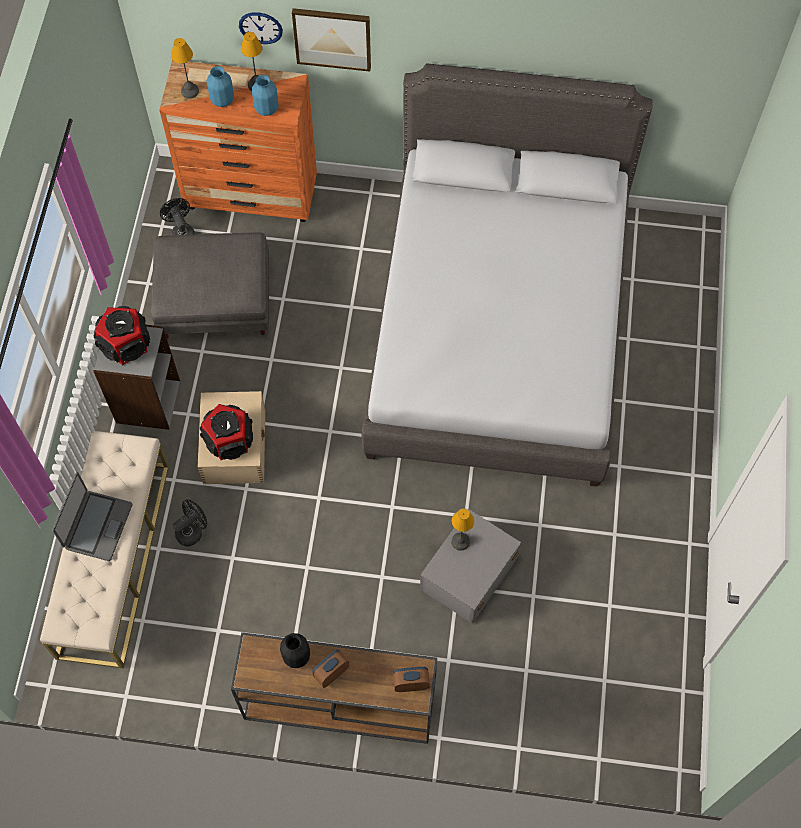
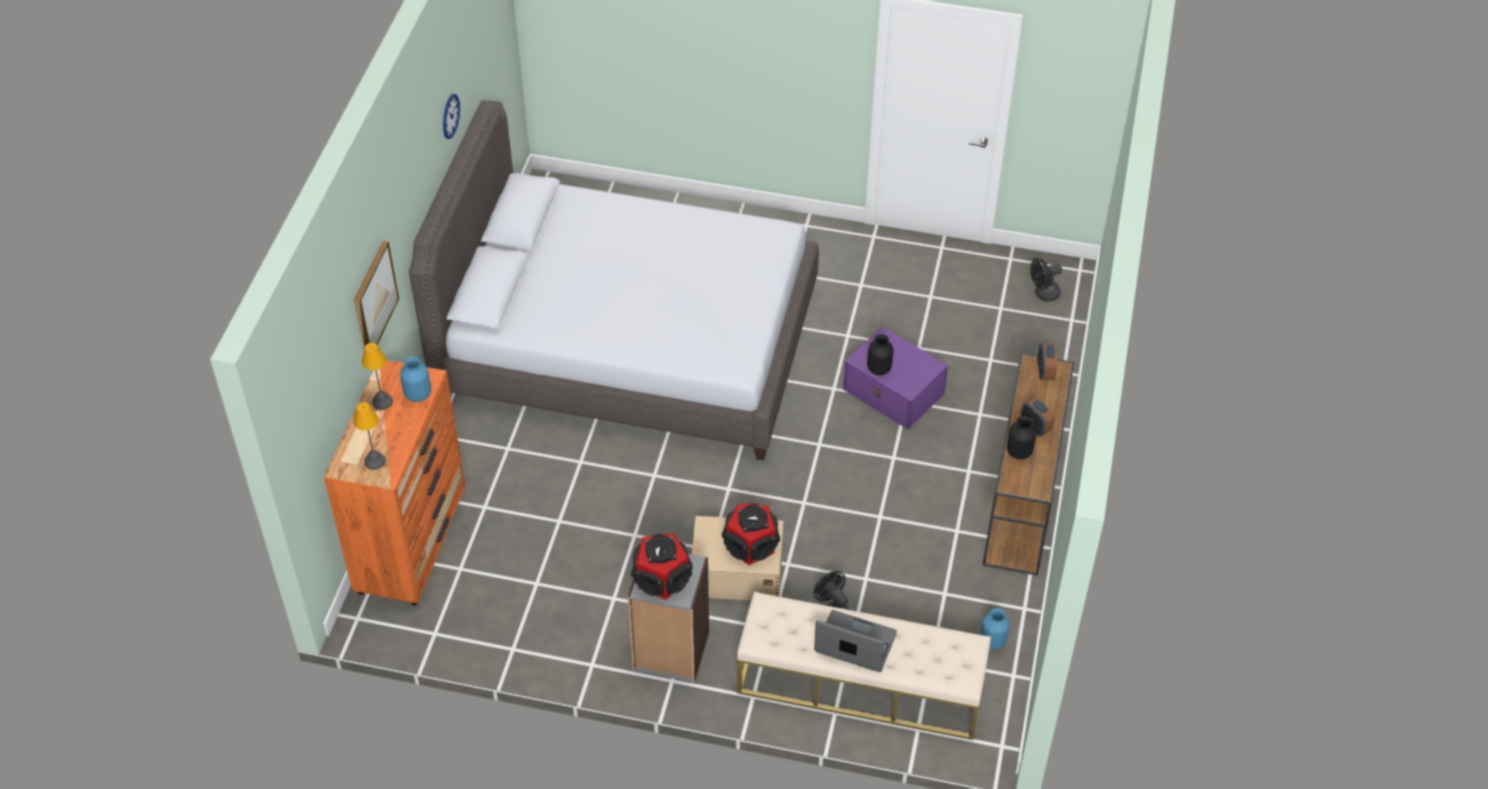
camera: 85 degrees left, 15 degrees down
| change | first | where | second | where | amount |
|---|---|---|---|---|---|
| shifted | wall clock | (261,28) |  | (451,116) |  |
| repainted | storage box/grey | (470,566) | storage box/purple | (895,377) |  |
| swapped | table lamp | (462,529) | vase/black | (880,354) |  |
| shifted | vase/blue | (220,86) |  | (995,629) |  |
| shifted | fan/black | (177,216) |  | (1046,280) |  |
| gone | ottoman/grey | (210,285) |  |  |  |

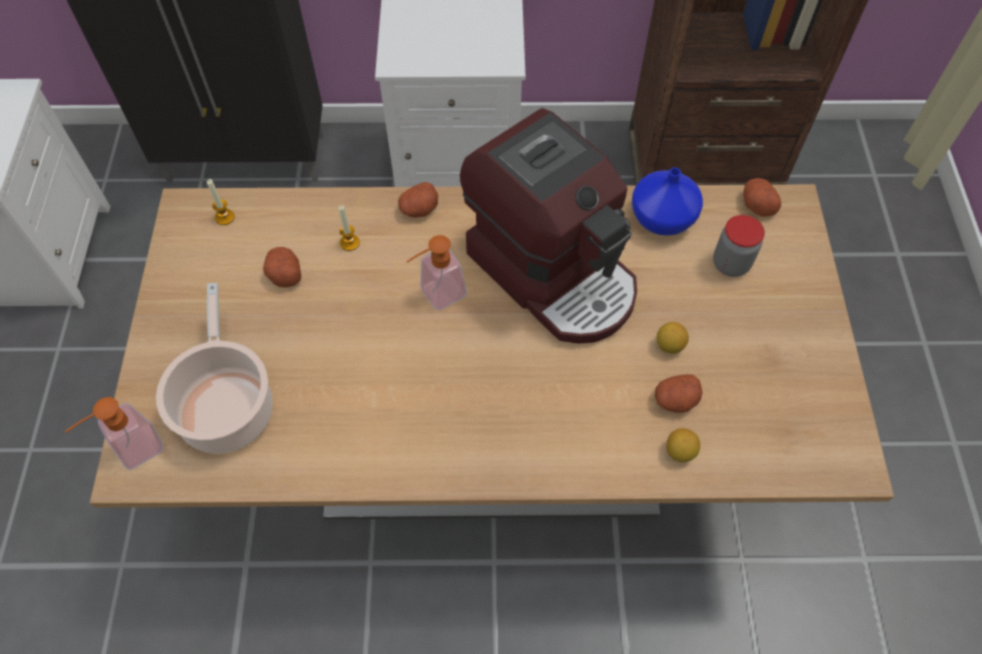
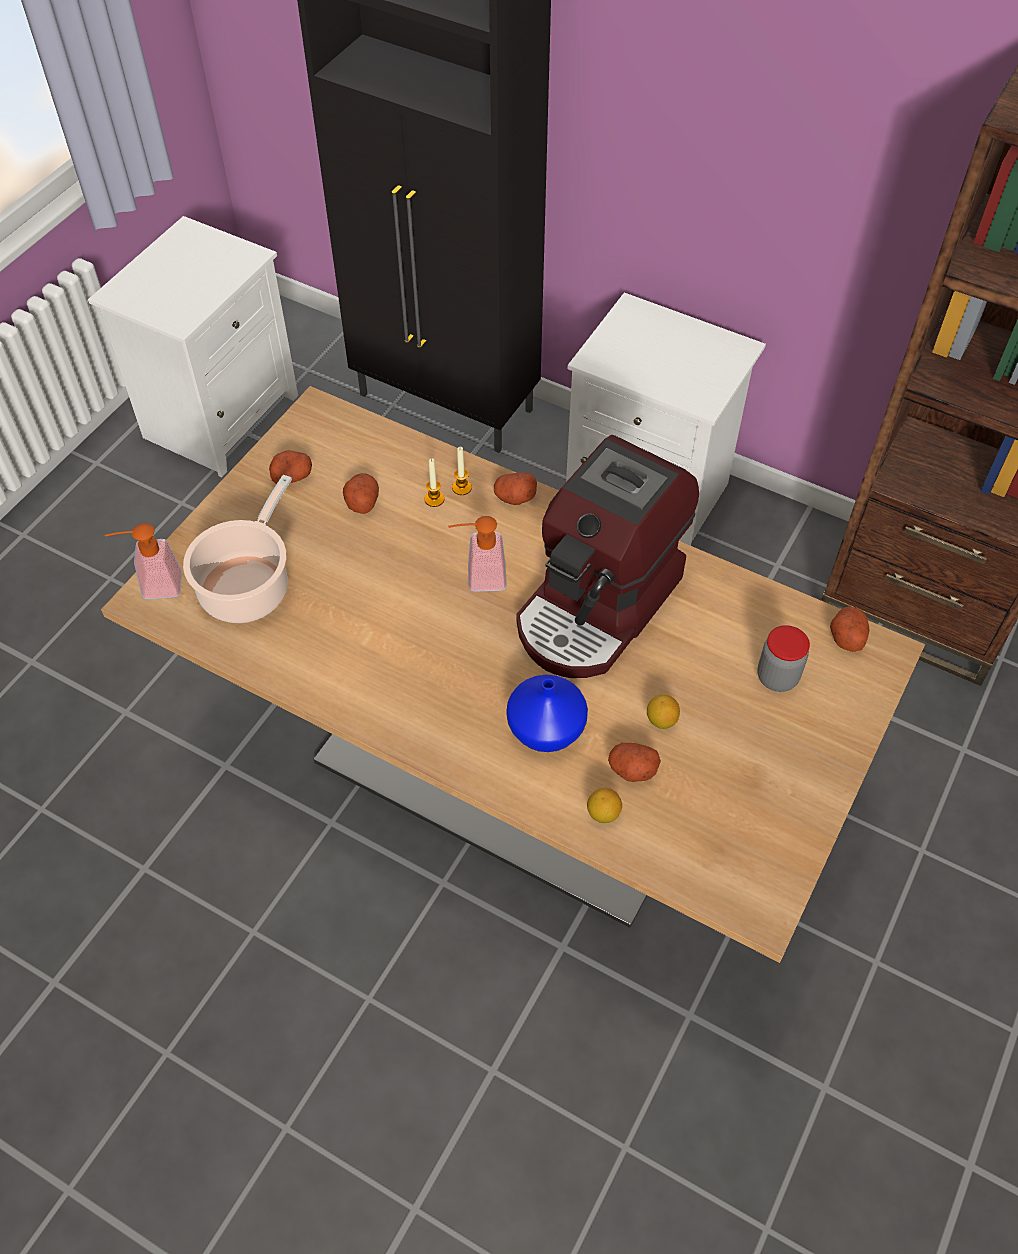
camera: 30 degrees right, 5 degrees down
| change | first | where | second | where | amount |
|---|---|---|---|---|---|
| new |  |  | potato | (290,467) |  |
| shifted | candle | (221,202) |  | (462,471) |  |
| shifted | vase/blue | (667,202) |  | (547,713) |  |
| rotated | coffee machine | (548,226) |  | (607,556) | 45 degrees clockwise |

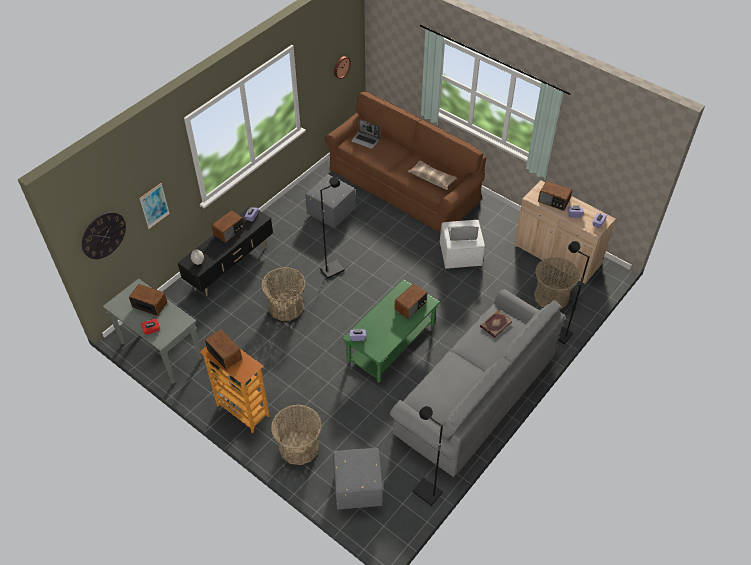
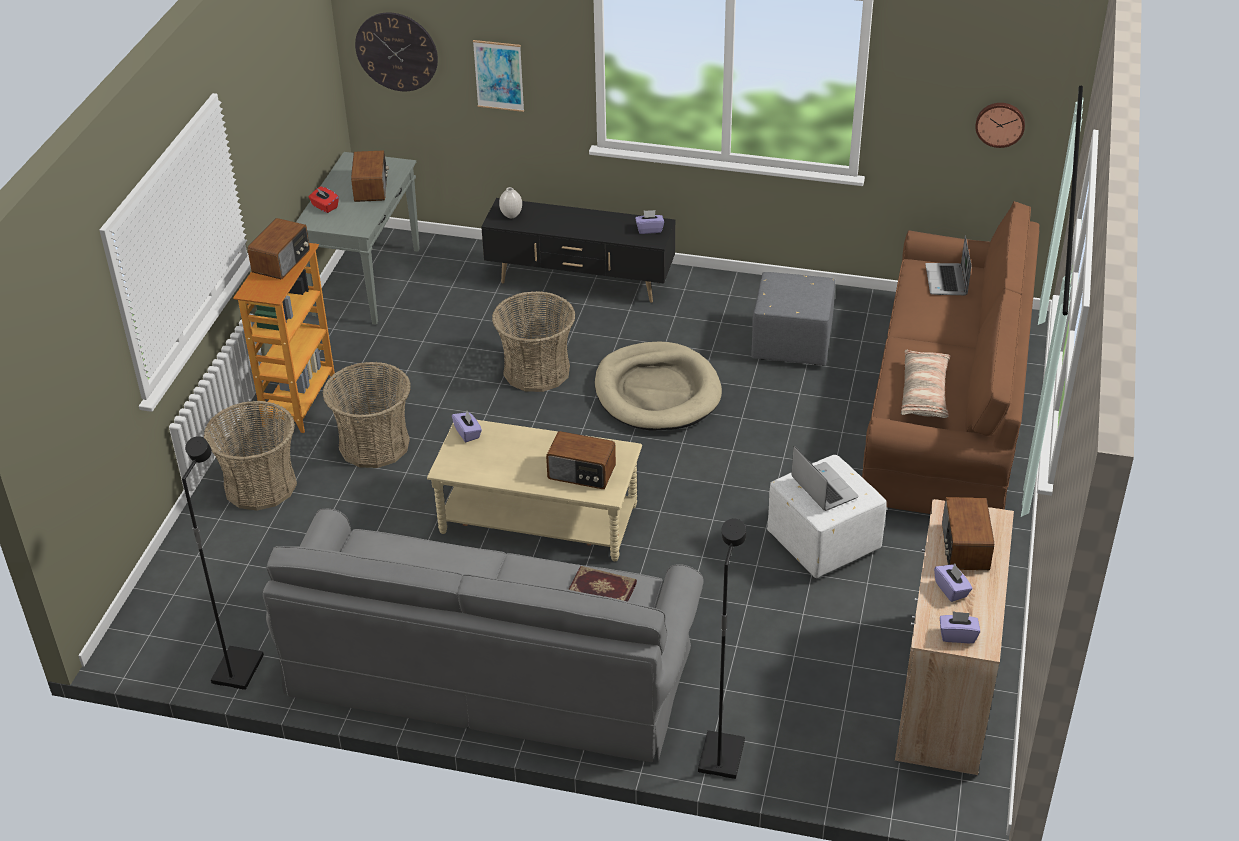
camera: 65 degrees right, 10 degrees down
| change | first | where | second | where | amount |
|---|---|---|---|---|---|
| shifted | basket | (557,283) |  | (367,415) |  |
| repainted | coffee table/green | (391,331) | coffee table/beige | (534,490) |  |
| swapped | floor lamp/black | (332,228) | dog bed/beige | (658,385) |  |
| gone | radio | (228,226) |  |  |  |
| gone | ottoman/grey | (358,479) |  |  |  |

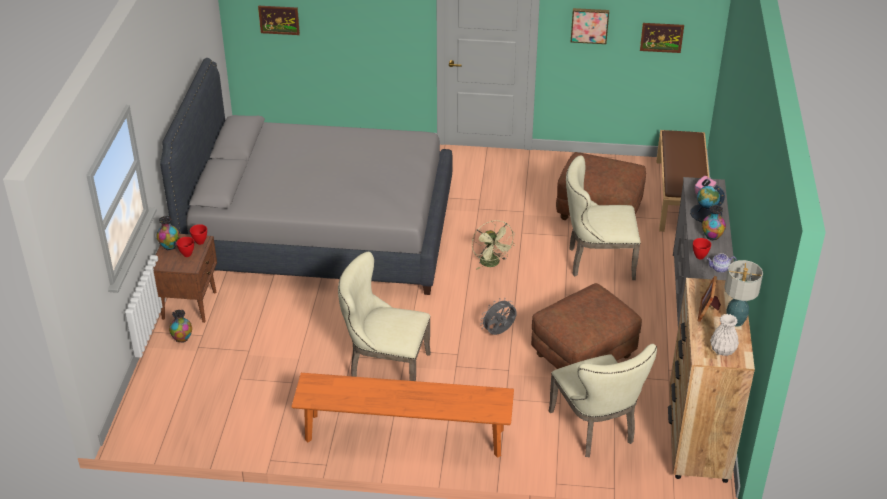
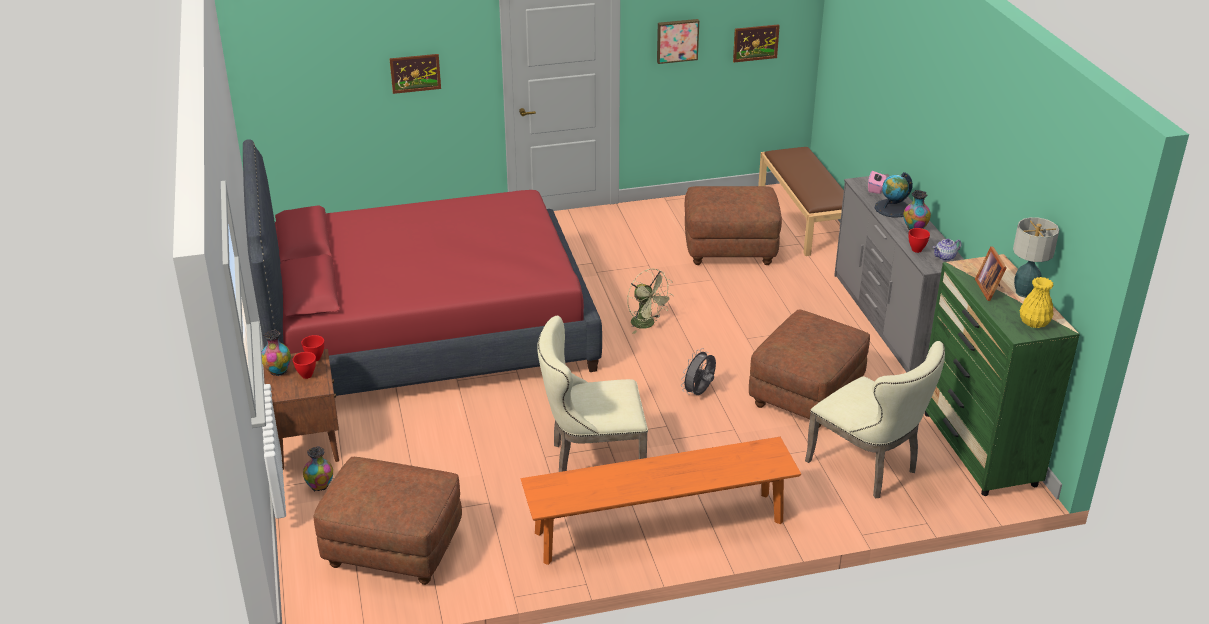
camera: 20 degrees left, 5 degrees down
| change | first | where | second | where | amount |
|---|---|---|---|---|---|
| repainted | bed/grey | (306,176) | bed/red | (422,267) |  |
| new |  |  | ottoman/brown | (388,521) |  |
| shifted | picture | (279,20) |  | (415,74) |  |
| repainted | dresser/brown | (711,380) | dresser/green | (1002,375) |  |
| repainted | vase/white | (724,335) | vase/yellow | (1037,302) |  |
| gone | chair/beige | (603,217) |  |  |  |

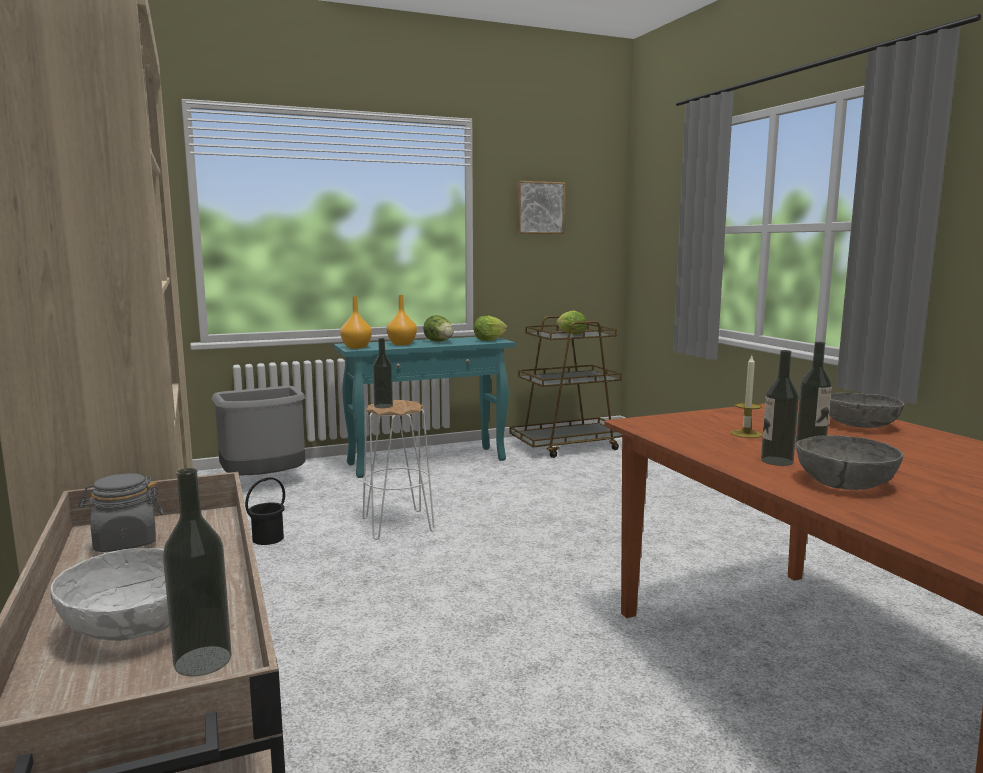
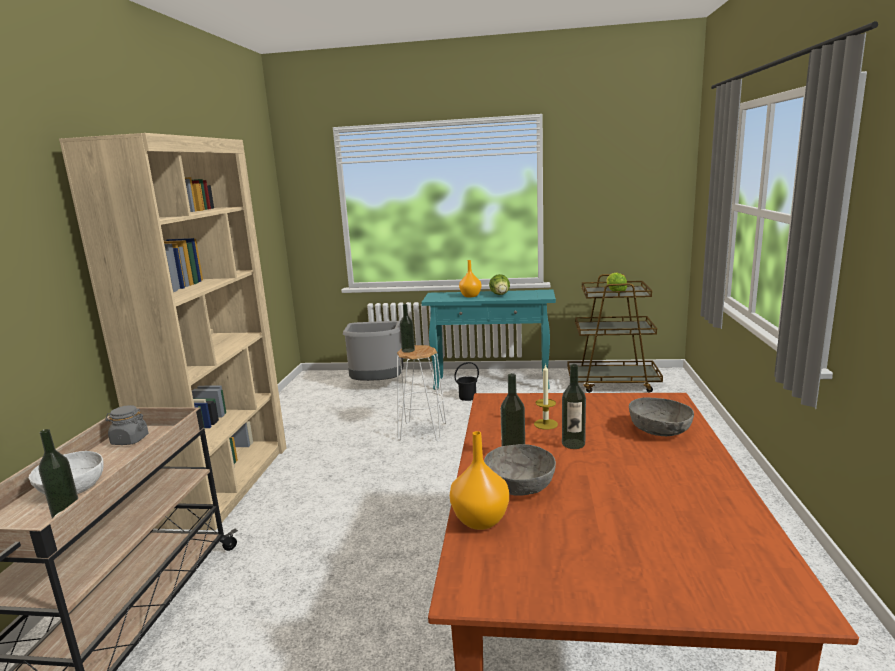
camera: 30 degrees right, 5 degrees up
| change | first | where | second | where | amount |
|---|---|---|---|---|---|
| shifted | vase/orange | (356,323) |  | (479,480) |  |
| shifted | bucket/black | (265,511) |  | (466,381) |  |
| gone | lettuce | (490,328) |  |  |  |
| gone | picture | (540,207) |  |  |  |

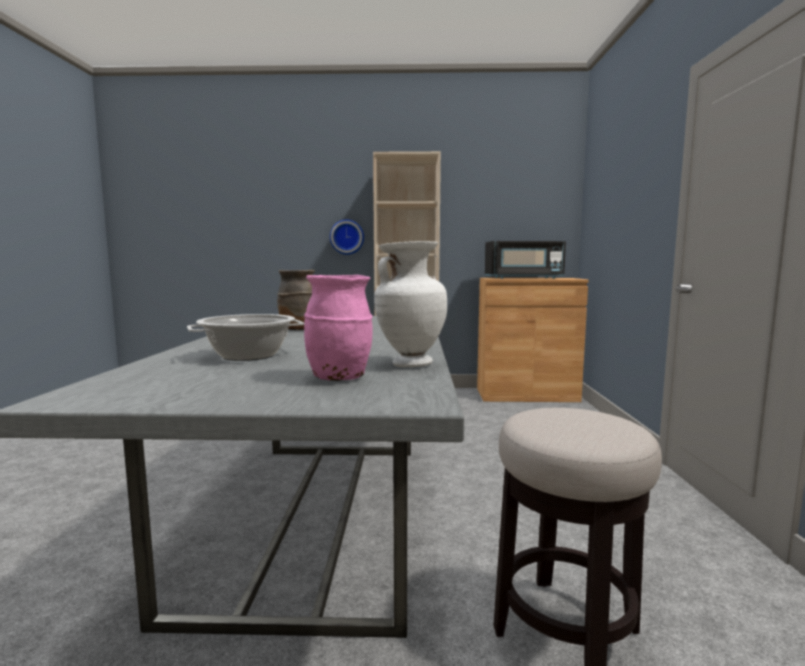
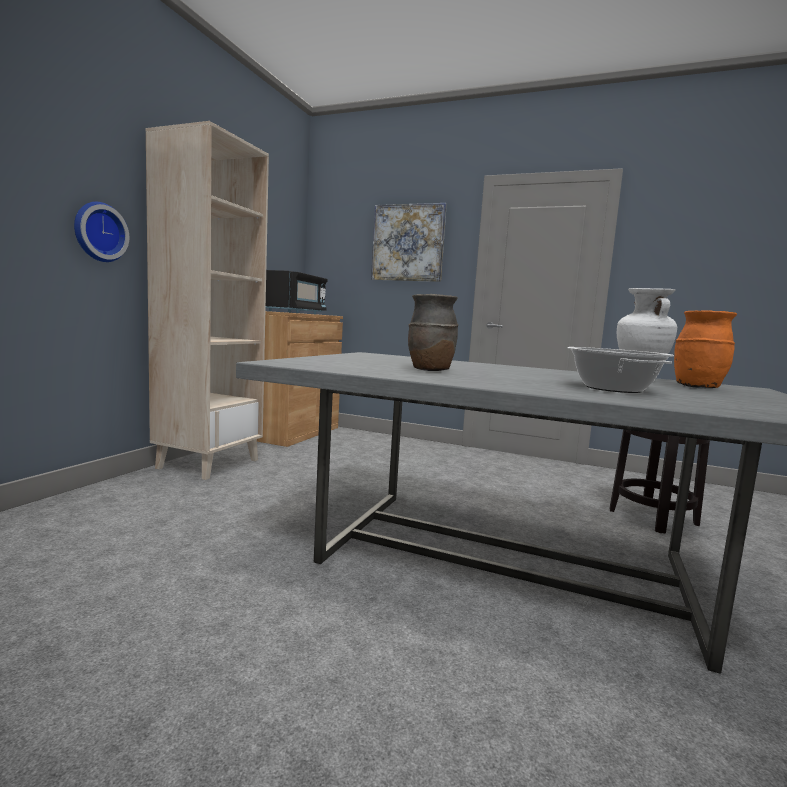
camera: 70 degrees left, 0 degrees up
| change | first | where | second | where | amount |
|---|---|---|---|---|---|
| new |  |  | picture | (409,242) |  |
| repainted | vase/pink | (338,328) | vase/orange | (705,349) |  |

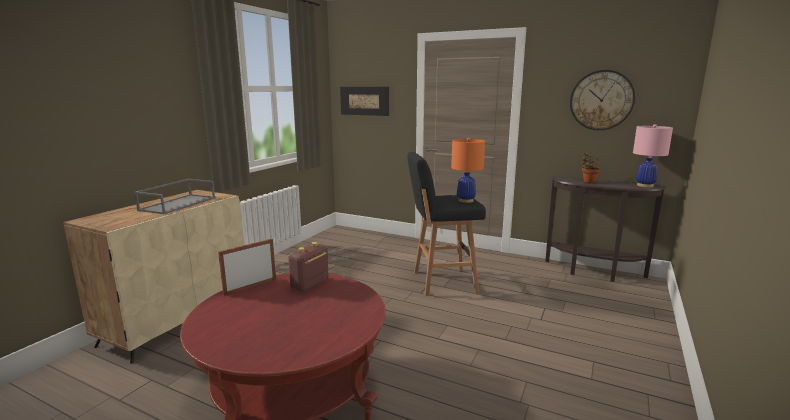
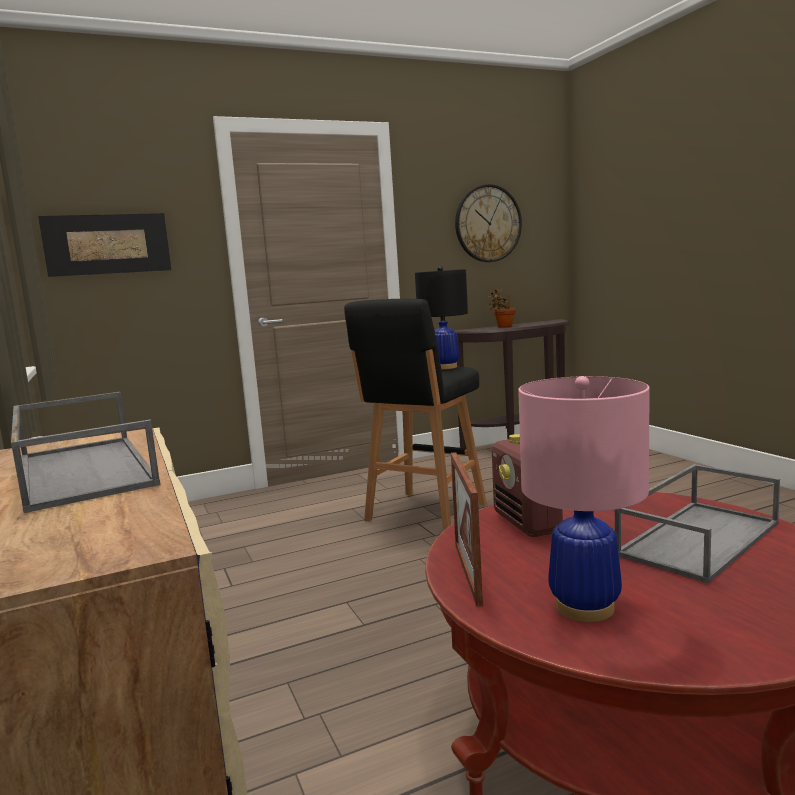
camera: 50 degrees left, 5 degrees down
| change | first | where | second | where | amount |
|---|---|---|---|---|---|
| repainted | table lamp/orange | (468,170) | table lamp/black | (441,317) |  |
| shifted | table lamp/pink | (653,156) |  | (584,499) |  |
| new |  |  | tray/grey | (697,523) |  |

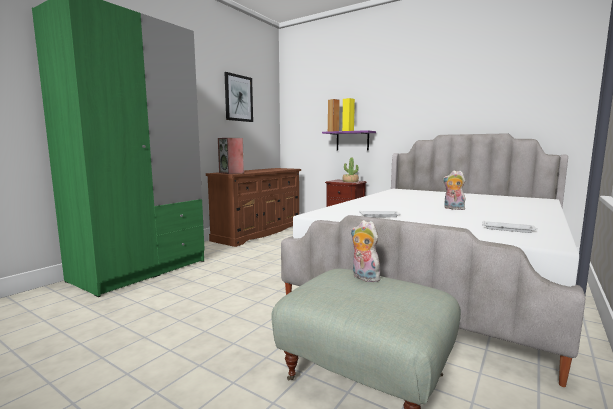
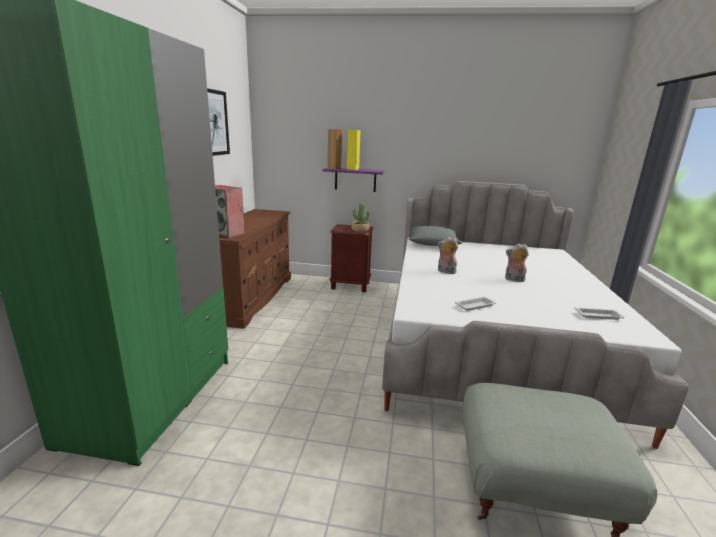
camera: 25 degrees left, 10 degrees up
| change | first | where | second | where | amount |
|---|---|---|---|---|---|
| new |  |  | pillow/grey | (435,236) |  |
| shifted | plush toy | (365,251) |  | (447,255) |  |

